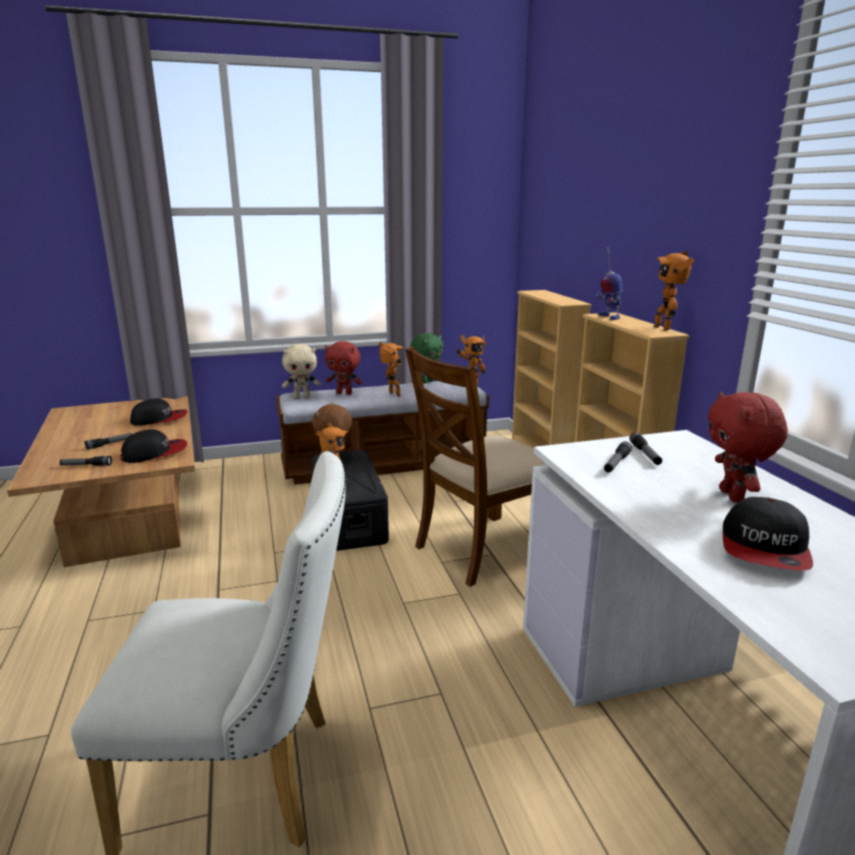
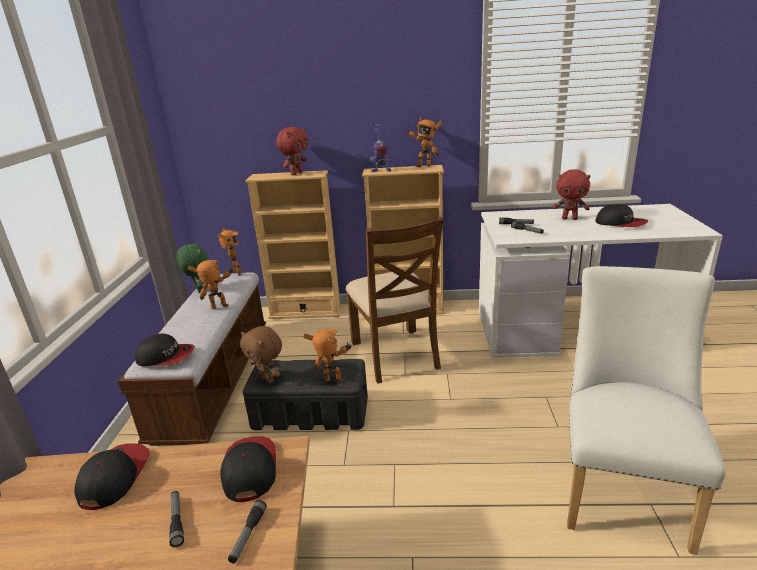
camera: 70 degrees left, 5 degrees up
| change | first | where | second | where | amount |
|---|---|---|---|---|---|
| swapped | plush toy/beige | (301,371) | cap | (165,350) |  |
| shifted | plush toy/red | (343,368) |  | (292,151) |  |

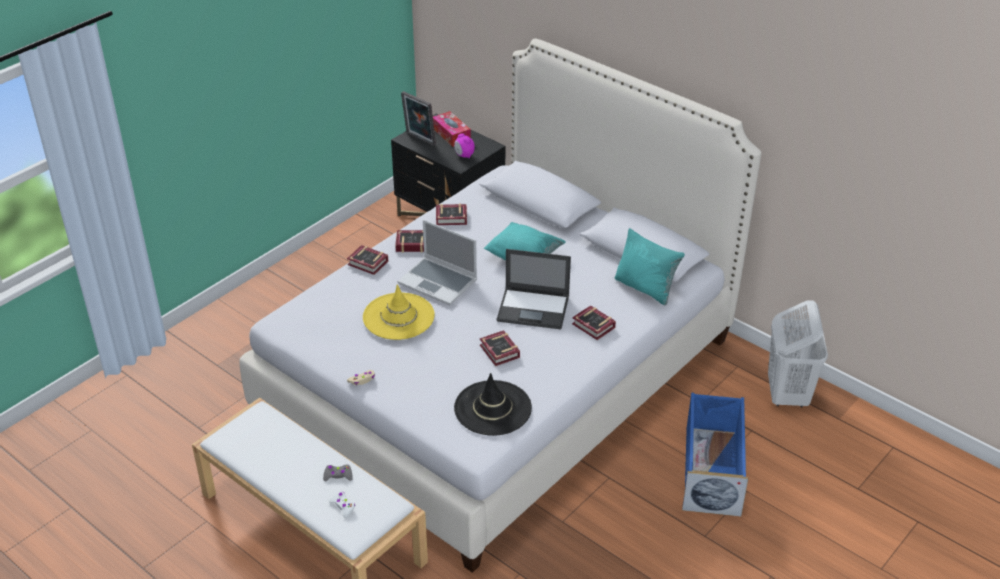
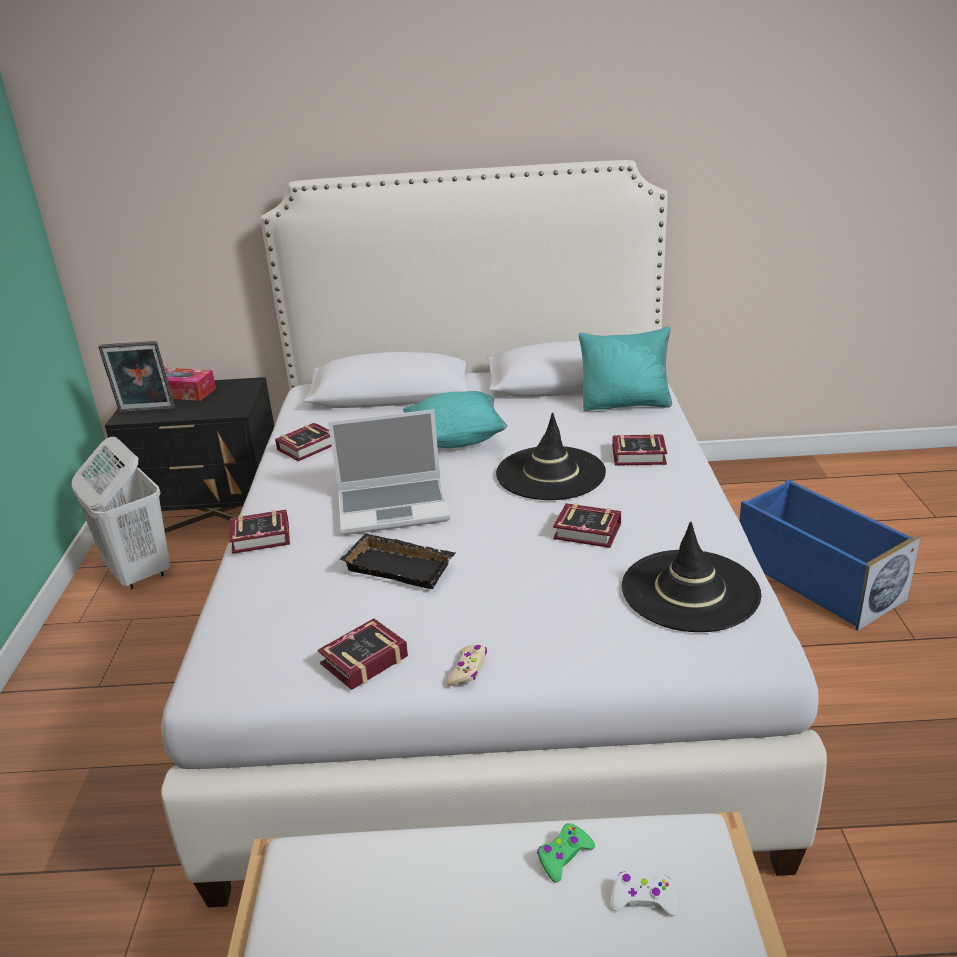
camera: 40 degrees left, 10 degrees down
| change | first | where | second | where | amount |
|---|---|---|---|---|---|
| shifted | laundry basket/white | (798,353) |  | (121,513) |  |
| shifted | book | (409,241) |  | (363,654) |  |
| swapped | hat/yellow | (399,312) | tray/black | (398,561) |  |
| swapped | laptop | (534,289) | hat/black | (551,456) |  |
| repainted | game controller/grey | (338,473) | game controller/green | (566,853) |  |
| gone | alarm clock | (464,146) |  |  |  |

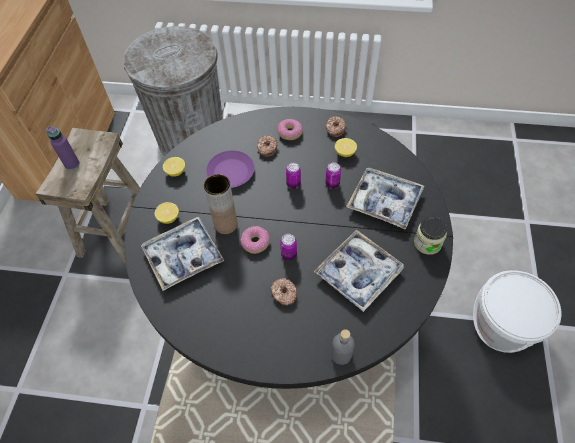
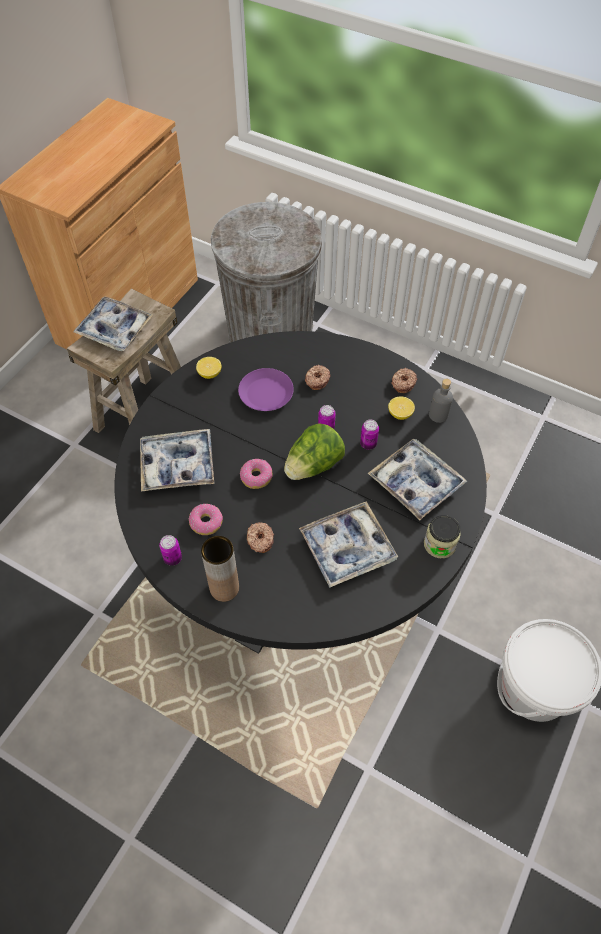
camera: 20 degrees right, 0 degrees up
| change | first | where | second | where | amount |
|---|---|---|---|---|---|
| swapped | bottle/purple | (63,148) | tray | (113,323) |  |
| shifted | can | (288,247) |  | (170,550) |  |
| shifted | donut | (290,129) |  | (205,519) |  |
| shifted | vase/brown | (221,204) |  | (220,569) |  |
| new |  |  | lettuce | (314,451) |  |
| shifted | bottle/grey | (343,347) |  | (441,401) |  |
| gone | lemon | (167,213) |  |  |  |

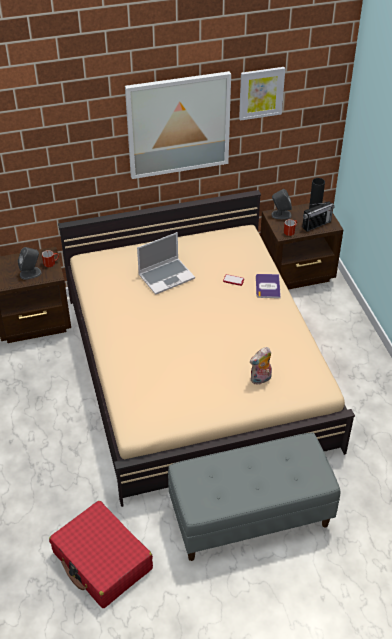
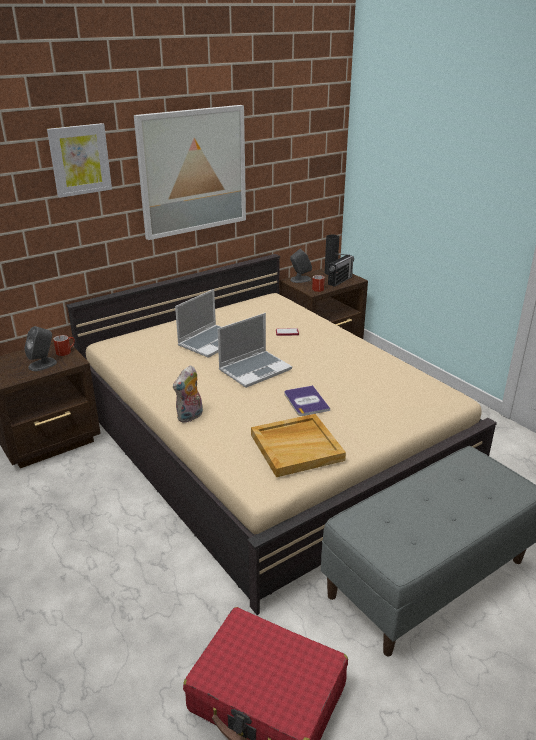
camera: 20 degrees left, 15 degrees down
| change | first | where | second | where | amount |
|---|---|---|---|---|---|
| shifted | picture | (262,94) |  | (79,160) |  |
| shifted | plush toy | (261,366) |  | (188,394) |  |
| new |  |  | laptop | (254,350) |  |
| new |  |  | tray/beige | (298,445) |  |
| shifted | book | (268,286) |  | (307,400) |  |

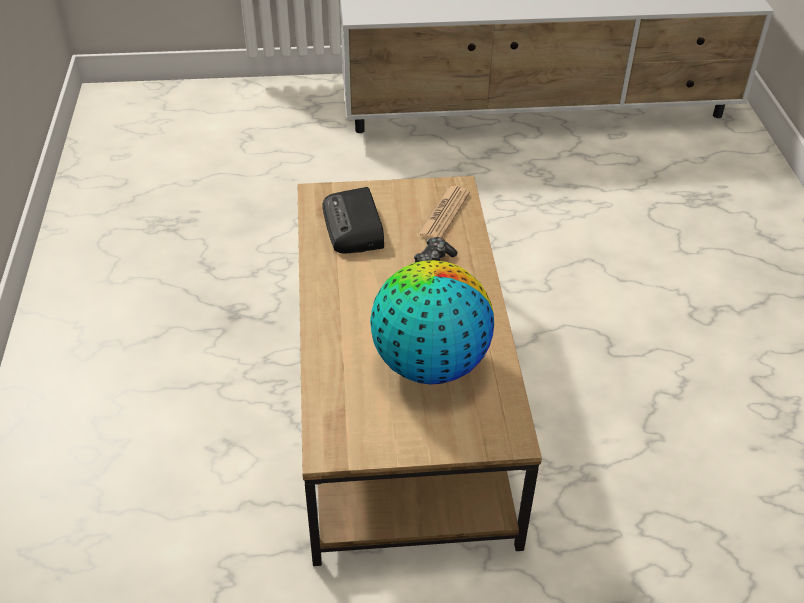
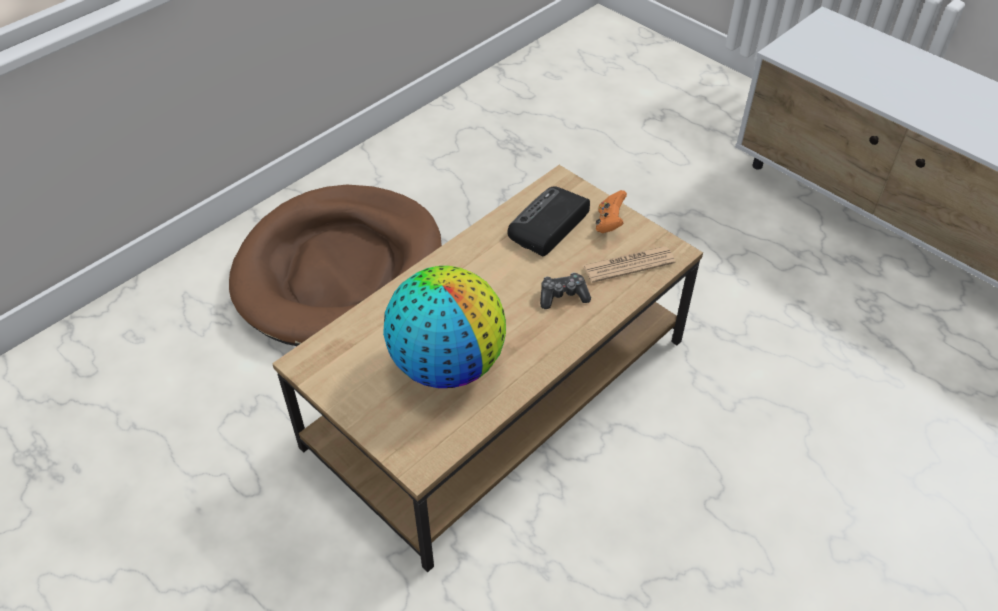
camera: 50 degrees right, 5 degrees up
| change | first | where | second | where | amount |
|---|---|---|---|---|---|
| new |  |  | dog bed/brown | (335,265) |  |
| new |  |  | game controller/orange | (611,211) |  |

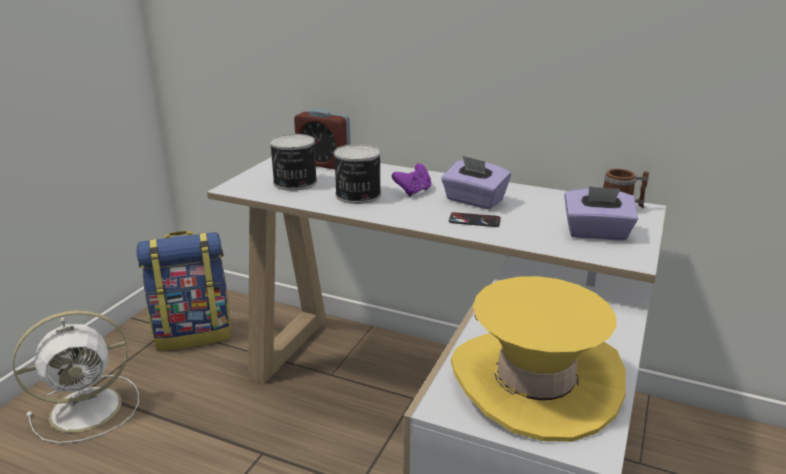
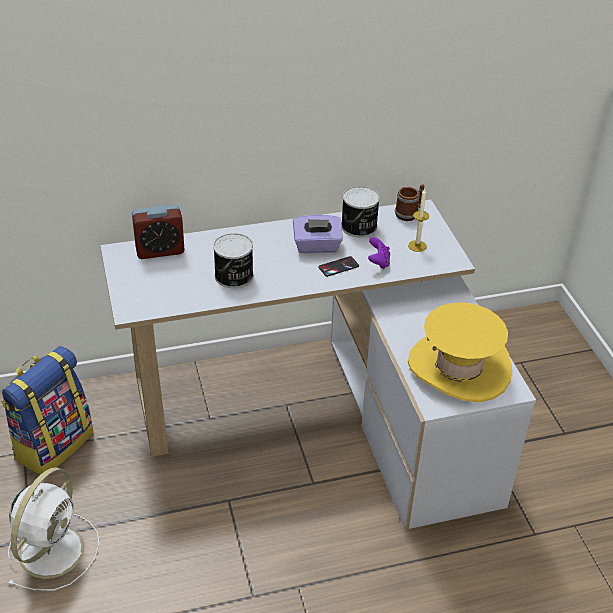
camera: 40 degrees left, 15 degrees up
| change | first | where | second | where | amount |
|---|---|---|---|---|---|
| shifted | can | (293,162) |  | (360,211) |  |
| shifted | game controller/purple | (411,180) |  | (379,253) |  |
| swapped | tissue box/purple | (601,213) | candle | (418,220) |  |

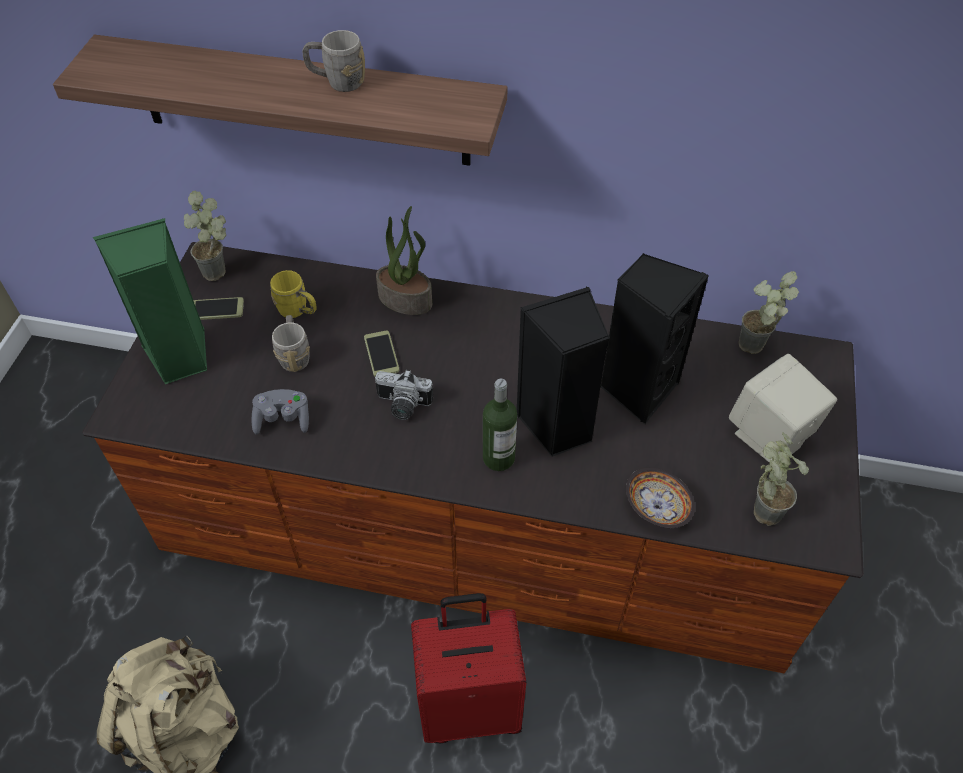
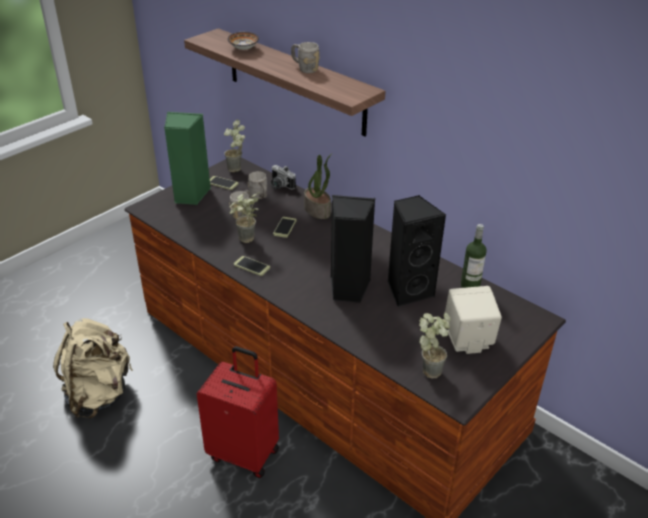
camera: 30 degrees right, 15 degrees down
| change | first | where | second | where | amount |
|---|---|---|---|---|---|
| shifted | bowl | (660,498) |  | (243,41) |  |
| shifted | potted plant | (769,312) |  | (244,217) |  |
| new |  |  | phone | (252,266) |  |
| repainted | mug/yellow | (293,294) | mug/grey | (257,185) |  |
| shifted | photo camera | (404,395) |  | (283,177) |  |
| shifted | bottle | (500,425) |  | (474,256) |  |
| gone | game controller/grey | (280,412) |  |  |  |

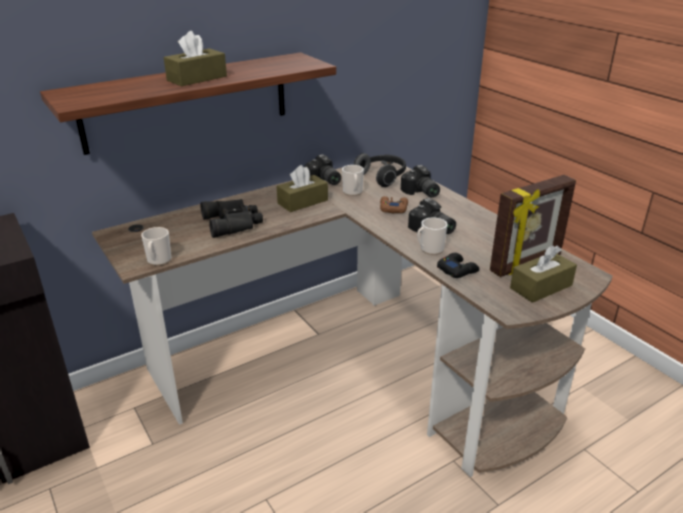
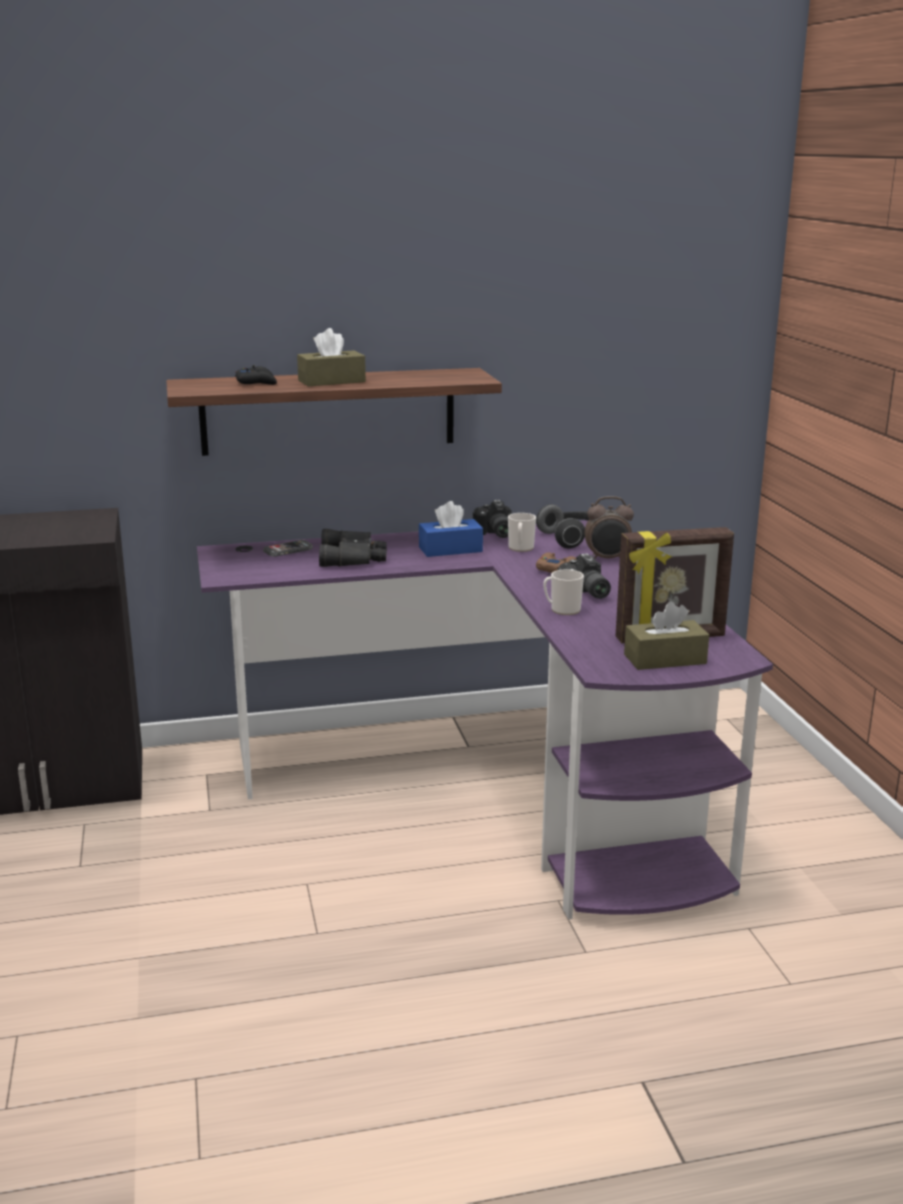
camera: 20 degrees right, 10 degrees down
| change | first | where | second | where | amount |
|---|---|---|---|---|---|
| repainted | desk/brown | (352,319) | desk/purple | (485,720) |  |
| shifted | game controller/black | (458,265) |  | (256,375) |  |
| new |  |  | phone | (288,548) |  |
| repainted | tissue box/brown | (302,188) | tissue box/blue | (451,529) |  |
| swapped | photo camera | (420,181) | alarm clock | (609,527) |  |
| gone | mug | (156,246) |  |  |  |

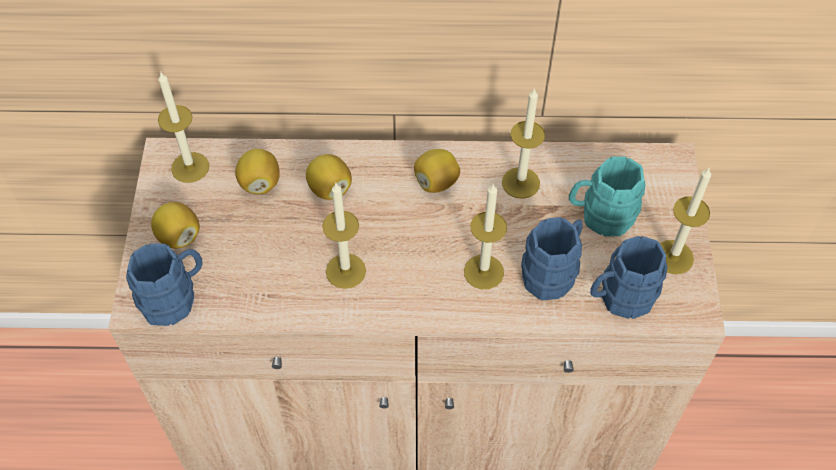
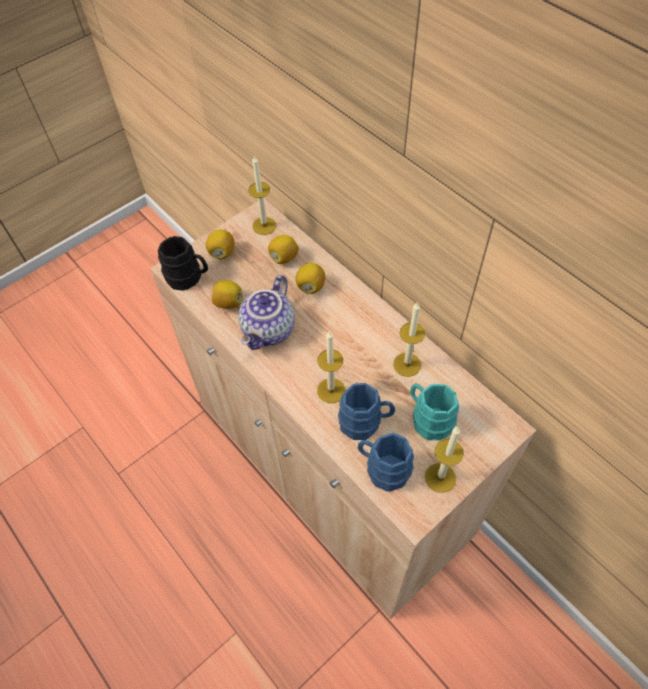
camera: 50 degrees right, 0 degrees up
| change | first | where | second | where | amount |
|---|---|---|---|---|---|
| repainted | mug/blue | (164,284) | mug/black | (183,263) |  |
| shifted | lemon | (437,171) |  | (227,294) |  |
| swapped | candle | (344,236) | teapot | (266,312) |  |

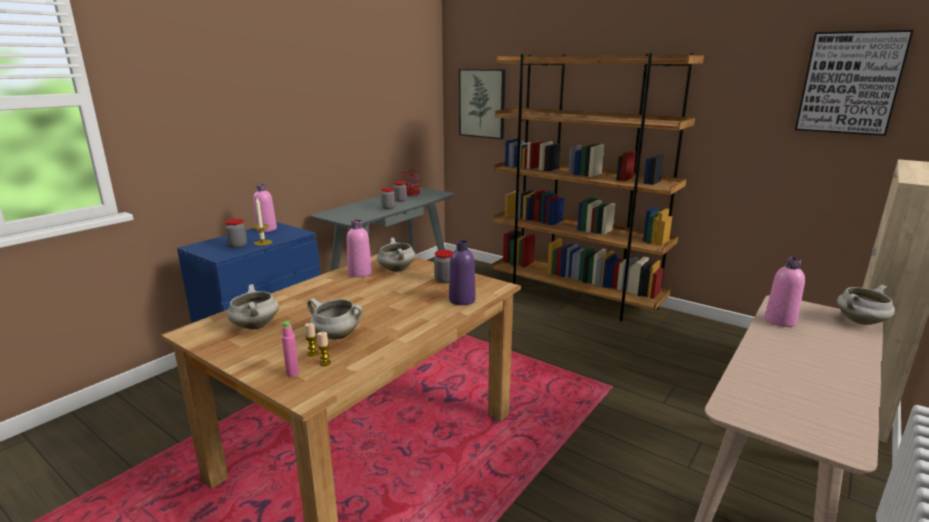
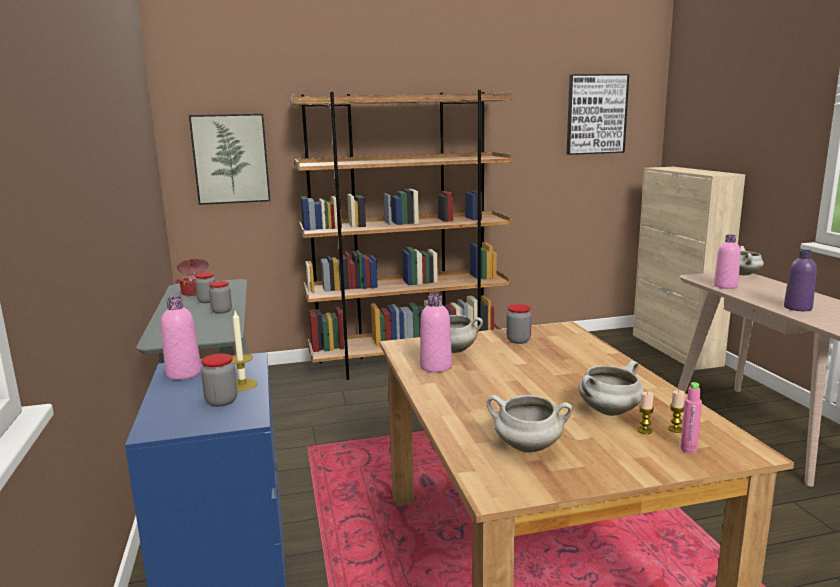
camera: 50 degrees left, 5 degrees down
| change | first | where | second | where | amount |
|---|---|---|---|---|---|
| shifted | bottle/purple | (462,272) |  | (800,280) |  |

